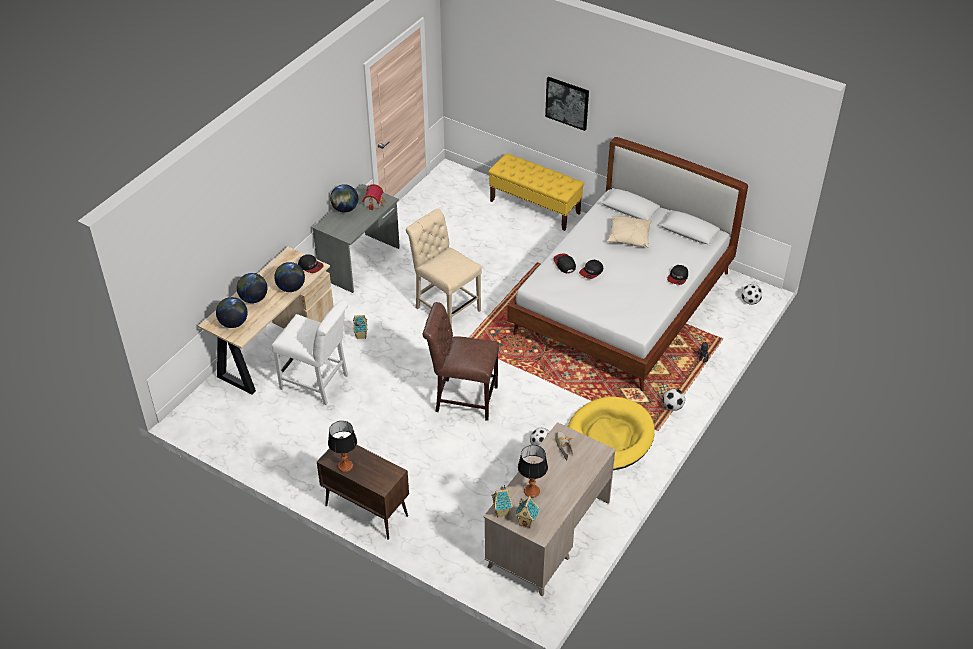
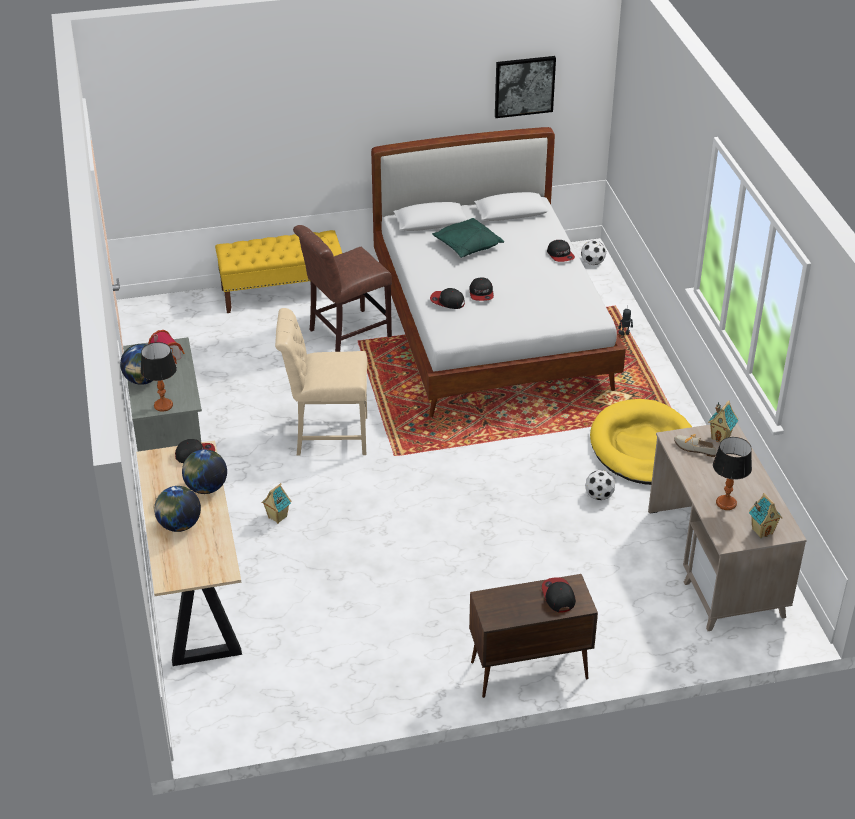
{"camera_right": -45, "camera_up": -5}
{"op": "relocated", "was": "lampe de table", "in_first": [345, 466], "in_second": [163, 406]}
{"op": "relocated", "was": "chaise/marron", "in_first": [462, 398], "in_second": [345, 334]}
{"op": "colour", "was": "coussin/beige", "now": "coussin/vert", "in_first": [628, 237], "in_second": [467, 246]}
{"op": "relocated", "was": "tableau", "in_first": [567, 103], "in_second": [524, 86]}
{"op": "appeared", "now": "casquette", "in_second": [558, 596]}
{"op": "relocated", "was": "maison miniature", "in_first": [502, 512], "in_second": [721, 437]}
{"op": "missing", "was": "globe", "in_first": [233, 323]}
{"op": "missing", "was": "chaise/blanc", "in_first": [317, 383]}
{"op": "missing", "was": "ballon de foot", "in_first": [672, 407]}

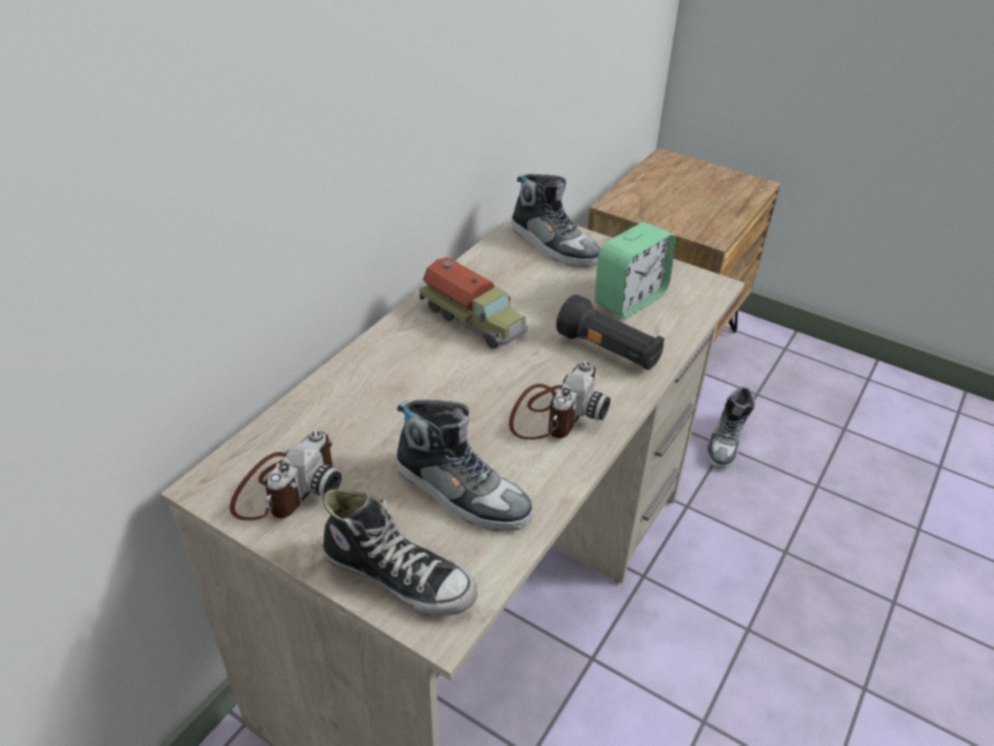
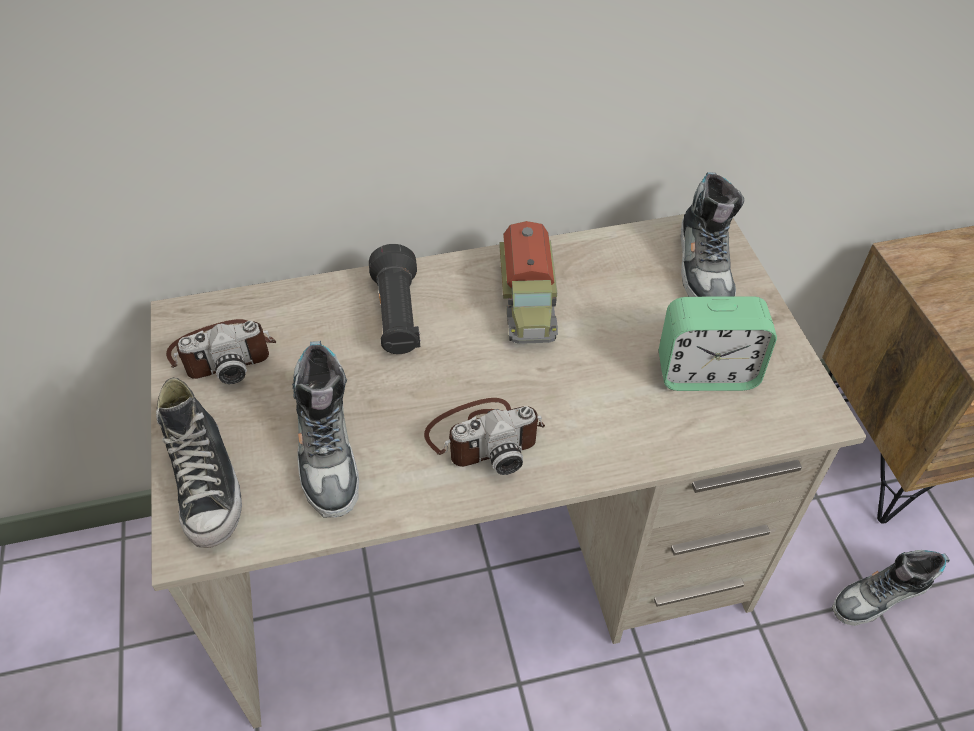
{"camera_right": 45, "camera_up": 10}
{"op": "relocated", "was": "lampe de poche/noir", "in_first": [608, 351], "in_second": [397, 317]}

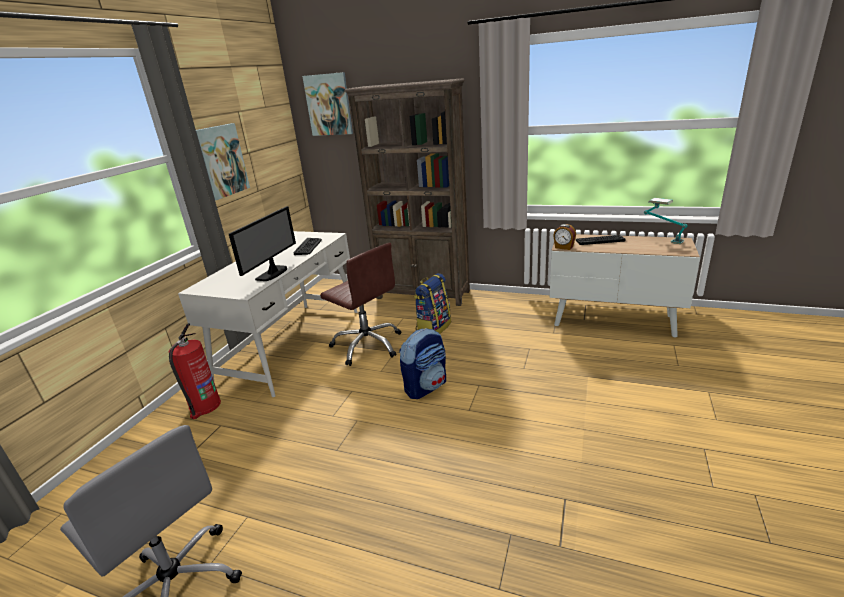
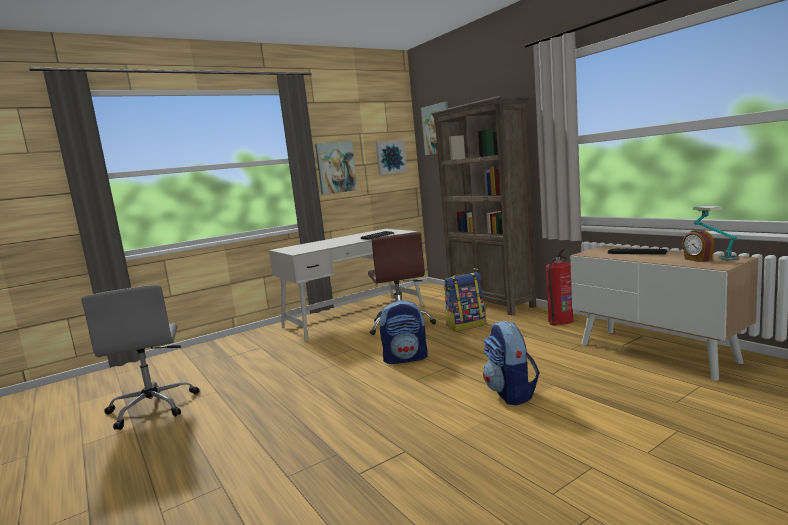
{"camera_right": 35, "camera_up": -15}
{"op": "appeared", "now": "tableau", "in_second": [390, 157]}
{"op": "appeared", "now": "sac à dos", "in_second": [511, 394]}
{"op": "relocated", "was": "extincteur", "in_first": [204, 406], "in_second": [560, 321]}
{"op": "relocated", "was": "réveil", "in_first": [564, 247], "in_second": [697, 259]}
{"op": "missing", "was": "écran d'ordinateur", "in_first": [273, 274]}

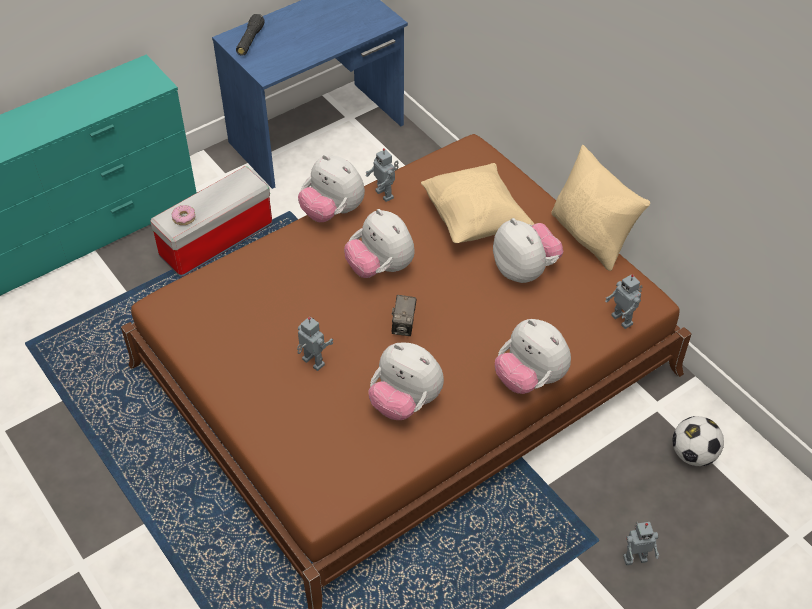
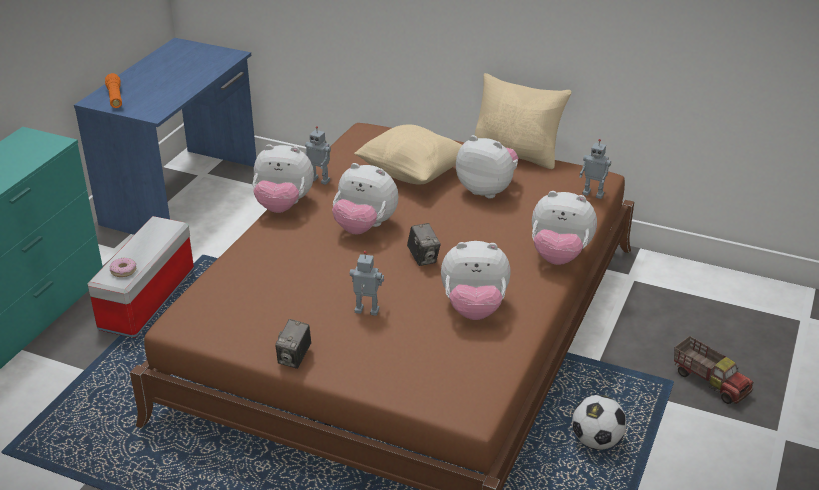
{"camera_right": -30, "camera_up": -15}
{"op": "colour", "was": "lampe de poche/noir", "now": "lampe de poche/orange", "in_first": [250, 41], "in_second": [115, 98]}
{"op": "appeared", "now": "appareil photo", "in_second": [294, 358]}
{"op": "relocated", "was": "ballon de foot", "in_first": [693, 454], "in_second": [596, 441]}
{"op": "exchanged", "was": "robot jouet", "now": "camion jouet", "in_first": [634, 557], "in_second": [710, 381]}

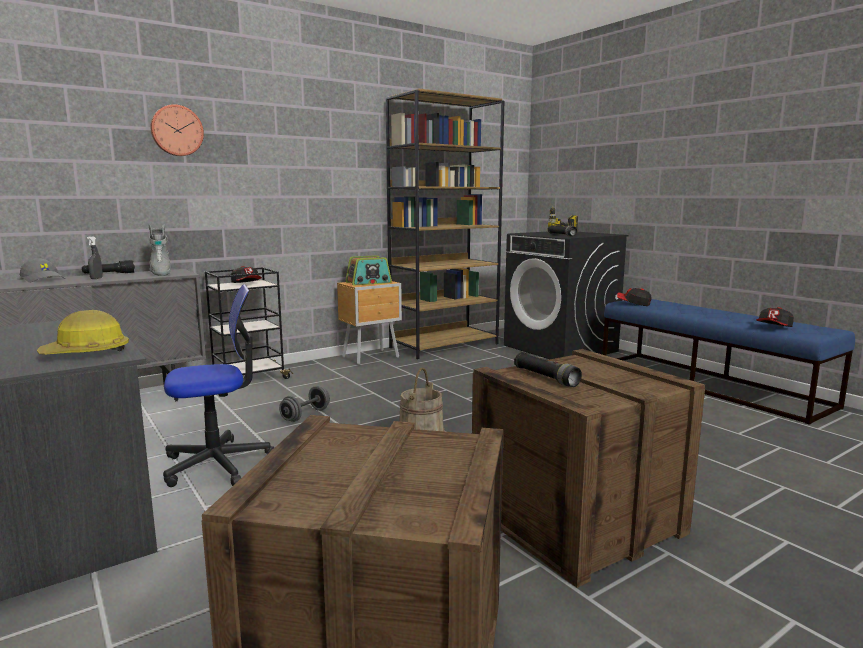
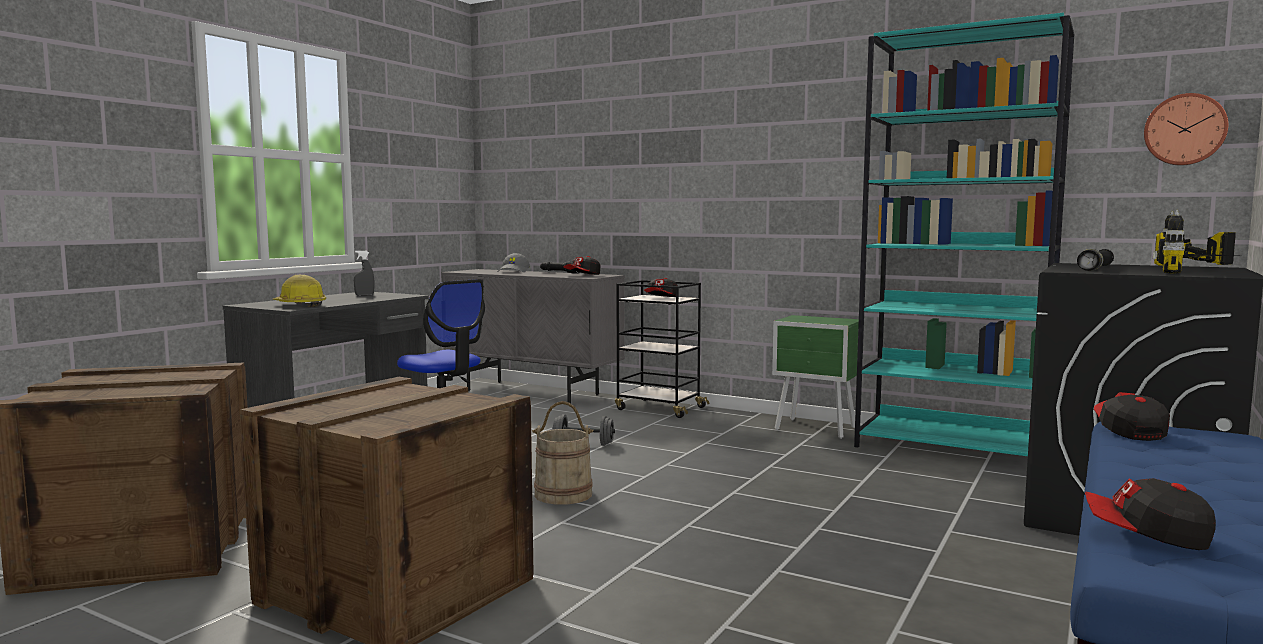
{"camera_right": 65, "camera_up": -5}
{"op": "relocated", "was": "vaporisateur/gris", "in_first": [96, 278], "in_second": [364, 295]}
{"op": "exchanged", "was": "botte/gris", "now": "casquette", "in_first": [160, 273], "in_second": [583, 275]}
{"op": "colour", "was": "table de chevet/marron", "now": "table de chevet/vert", "in_first": [372, 357], "in_second": [816, 429]}
{"op": "colour", "was": "bibliothèque/marron", "now": "bibliothèque/turquoise", "in_first": [444, 345], "in_second": [951, 448]}
{"op": "relocated", "was": "horloge murale", "in_first": [176, 130], "in_second": [1184, 130]}
{"op": "appeared", "now": "perceuse", "in_second": [1197, 273]}
{"op": "missing", "was": "radio", "in_first": [368, 282]}
{"op": "missing", "was": "lampe de poche/noir", "in_first": [546, 378]}

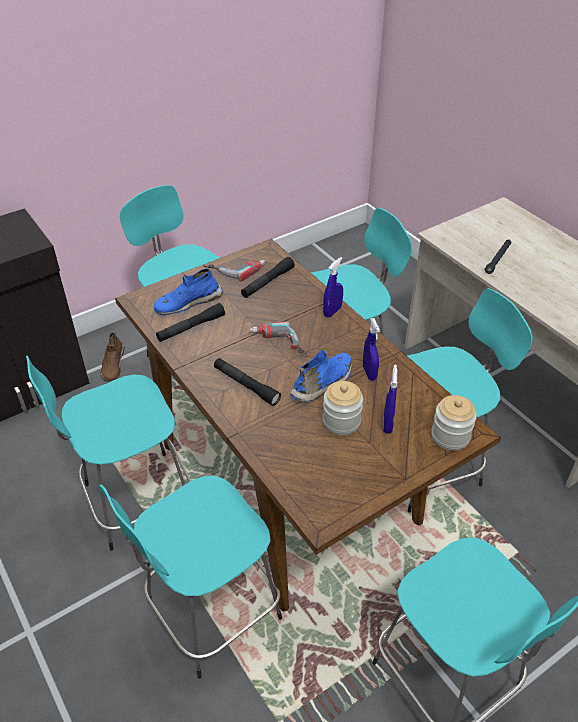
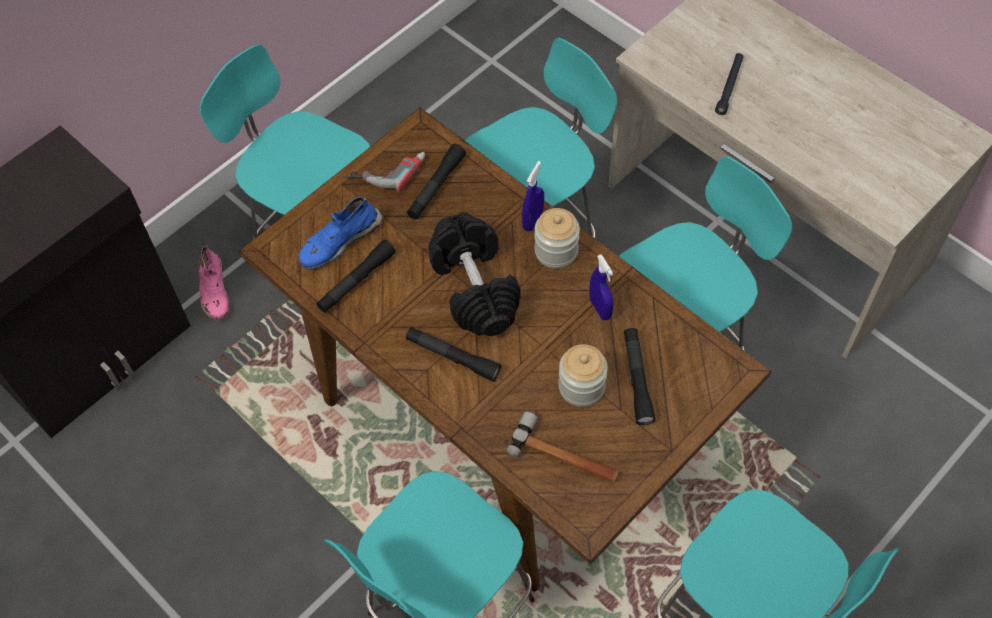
{"camera_right": -10, "camera_up": 15}
{"op": "colour", "was": "chaussure/marron", "now": "chaussure/rose", "in_first": [113, 365], "in_second": [214, 290]}
{"op": "exchanged", "was": "perceuse", "now": "haltère/noir", "in_first": [277, 345], "in_second": [475, 288]}
{"op": "appeared", "now": "marteau", "in_second": [565, 456]}
{"op": "relocated", "was": "bocal", "in_first": [450, 436], "in_second": [556, 251]}
{"op": "exchanged", "was": "vaporisateur/bleu", "now": "lampe de poche/noir", "in_first": [387, 424], "in_second": [637, 379]}
{"op": "missing", "was": "tabouret/turquoise", "in_first": [135, 501]}
{"op": "missing", "was": "chaussure/bleu", "in_first": [323, 383]}

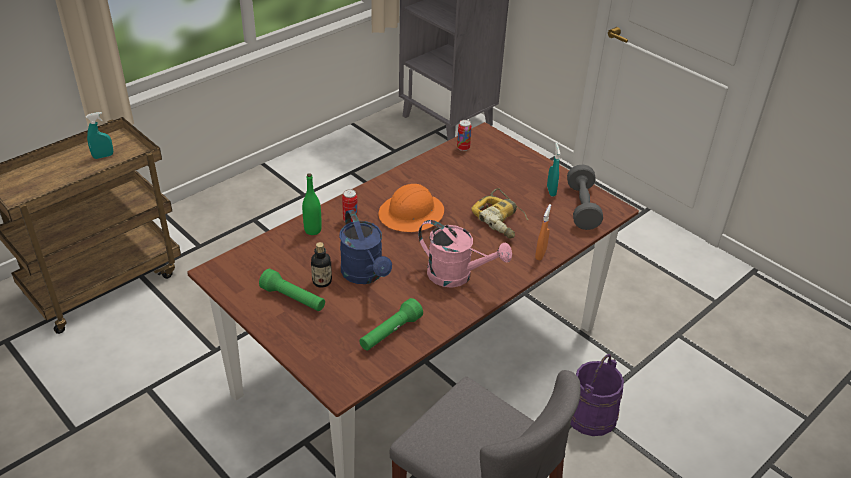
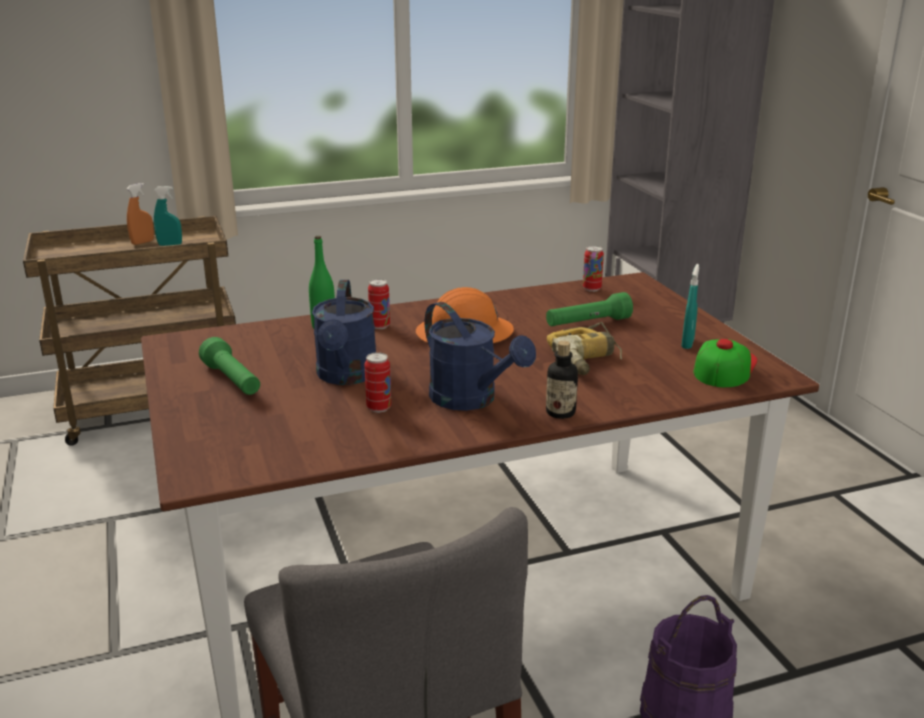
{"camera_right": 25, "camera_up": -15}
{"op": "relocated", "was": "vaporisateur/orange", "in_first": [540, 254], "in_second": [142, 242]}
{"op": "appeared", "now": "boîte métallique", "in_second": [379, 408]}
{"op": "colour", "was": "arrosoir/rose", "now": "arrosoir/bleu", "in_first": [457, 276], "in_second": [471, 400]}
{"op": "relocated", "was": "lampe de poche/vert", "in_first": [390, 333], "in_second": [587, 323]}
{"op": "relocated", "was": "bouteille", "in_first": [322, 282], "in_second": [560, 412]}
{"op": "exchanged", "was": "haltère/gris", "now": "casquette", "in_first": [582, 207], "in_second": [724, 366]}

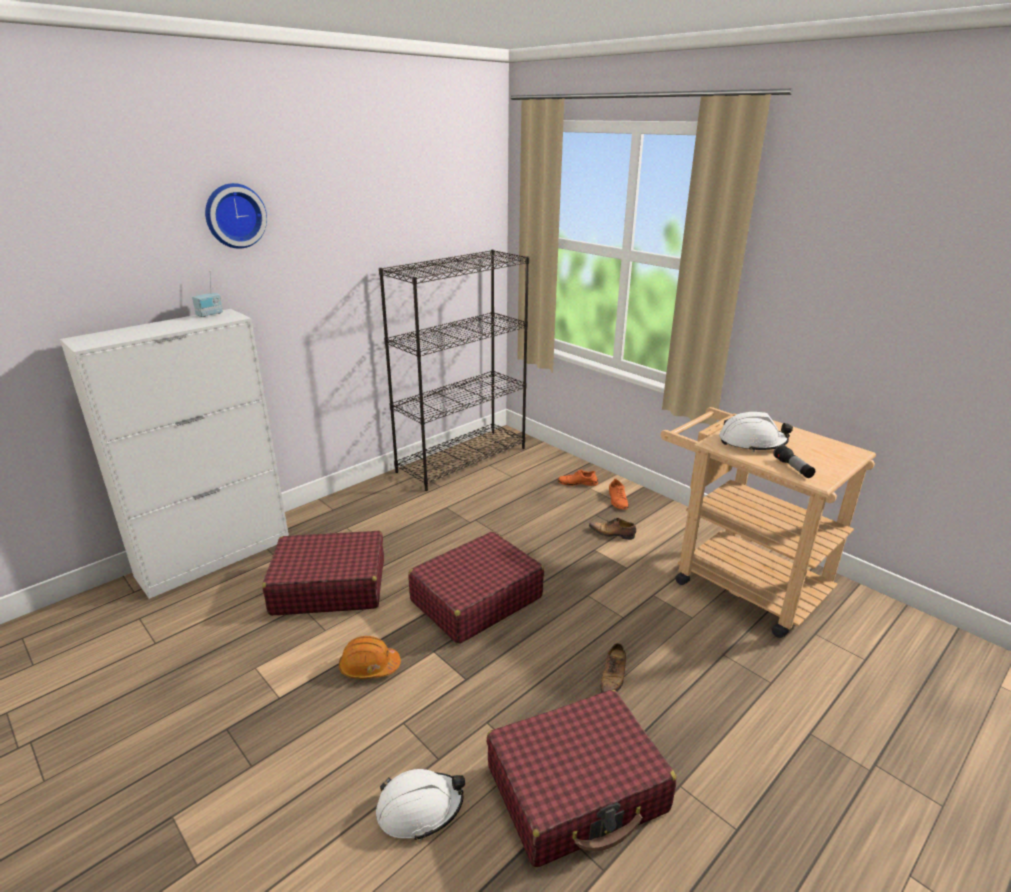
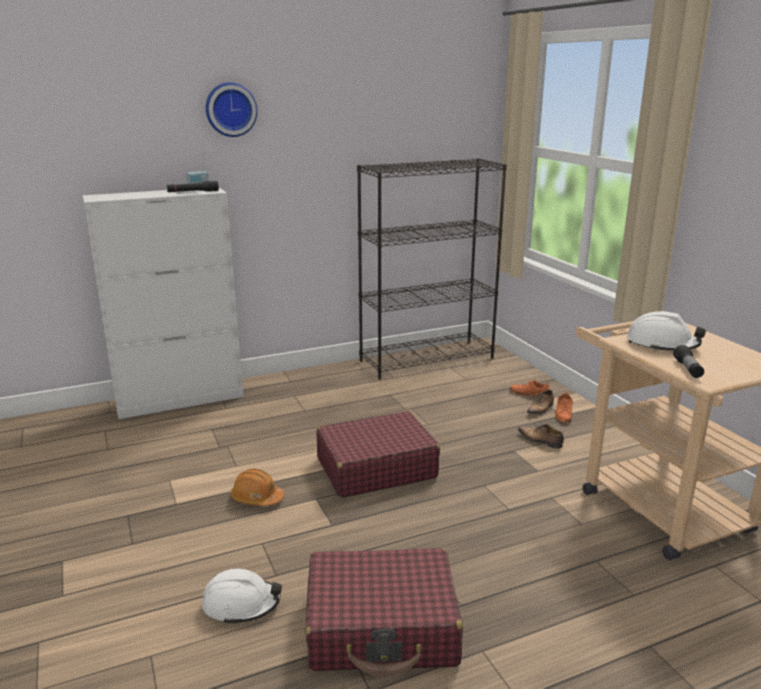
{"camera_right": 20, "camera_up": -5}
{"op": "appeared", "now": "lampe de poche/noir", "in_second": [193, 192]}
{"op": "relocated", "was": "chaussure", "in_first": [613, 676], "in_second": [540, 409]}
{"op": "missing", "was": "valise/rouge", "in_first": [329, 586]}

